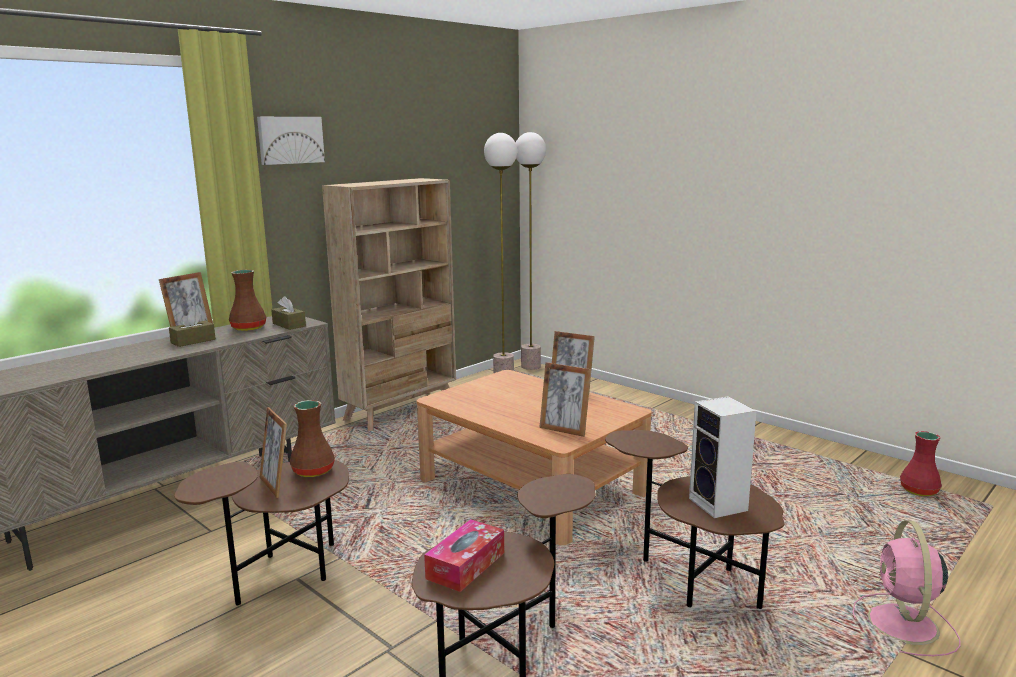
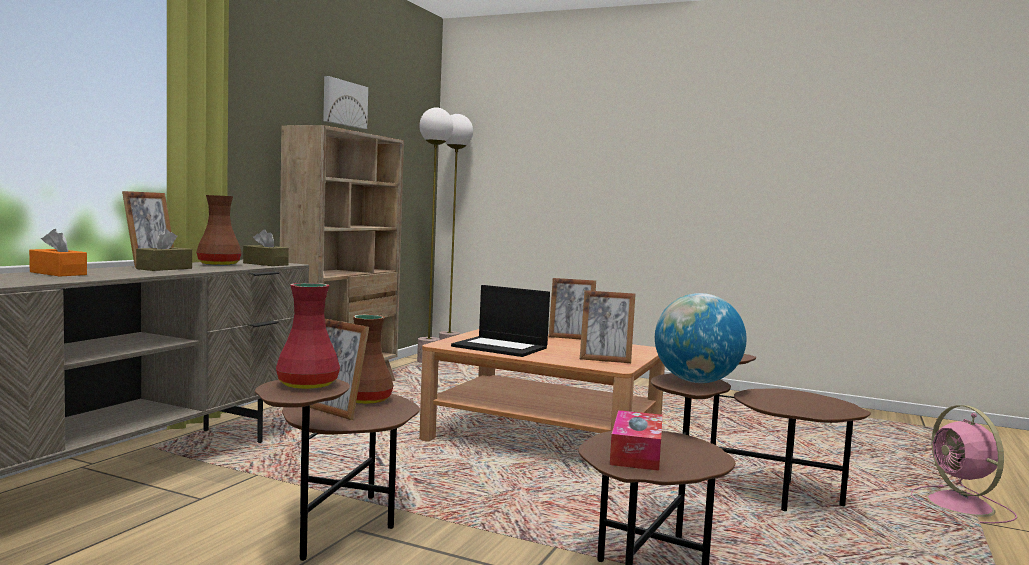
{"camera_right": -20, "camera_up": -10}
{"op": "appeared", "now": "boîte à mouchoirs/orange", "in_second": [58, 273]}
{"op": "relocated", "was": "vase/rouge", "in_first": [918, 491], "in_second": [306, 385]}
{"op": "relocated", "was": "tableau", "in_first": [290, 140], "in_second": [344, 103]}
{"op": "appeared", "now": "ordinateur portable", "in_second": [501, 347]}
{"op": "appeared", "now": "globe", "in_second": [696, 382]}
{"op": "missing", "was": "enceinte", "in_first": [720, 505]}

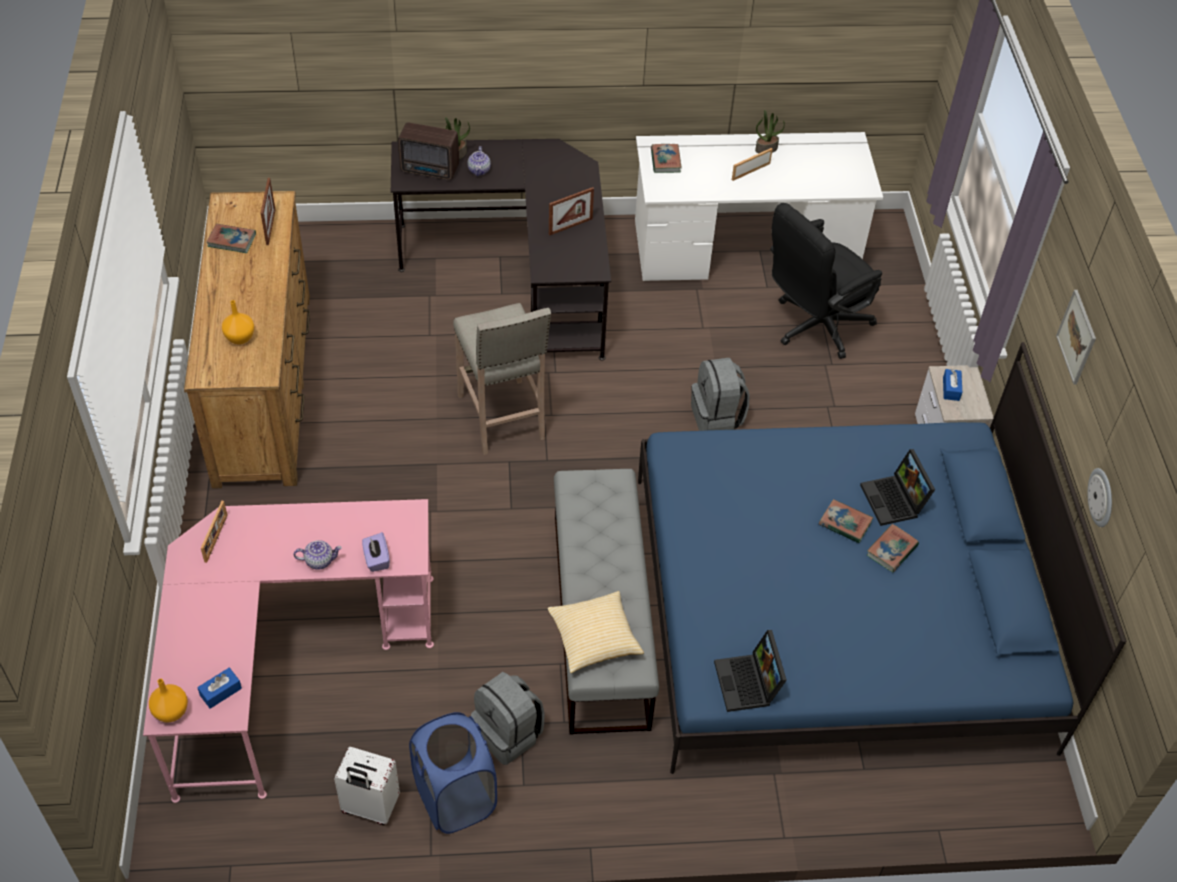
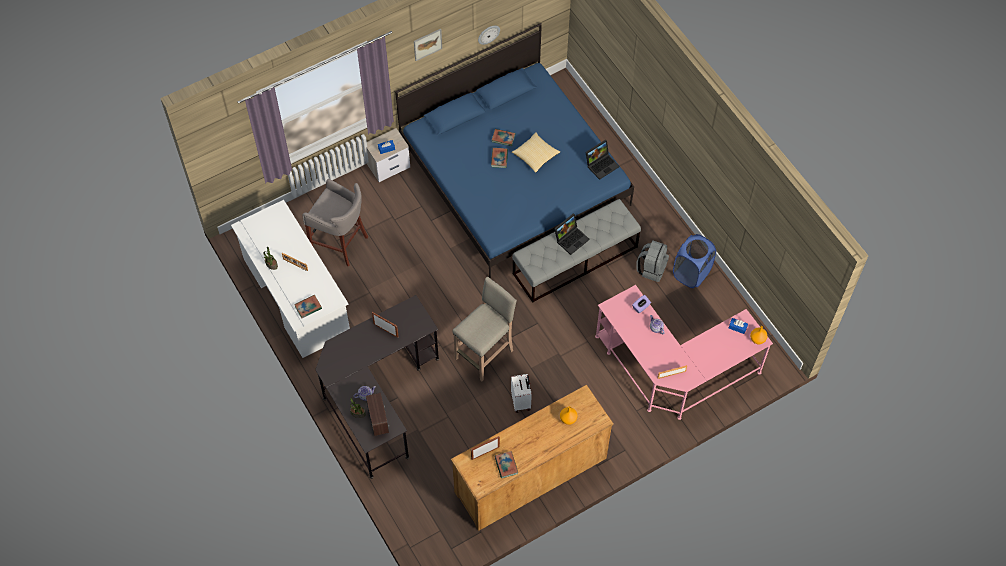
{"camera_right": -115, "camera_up": 10}
{"op": "exchanged", "was": "chaise de bureau/noir", "now": "tabouret/gris", "in_first": [814, 327], "in_second": [341, 243]}
{"op": "relocated", "was": "valise/blanc", "in_first": [369, 807], "in_second": [521, 401]}
{"op": "relocated", "was": "coussin", "in_first": [594, 639], "in_second": [535, 156]}
{"op": "relocated", "was": "ordinateur portable", "in_first": [895, 501], "in_second": [571, 238]}
{"op": "missing", "was": "sac à dos/gris", "in_first": [717, 417]}

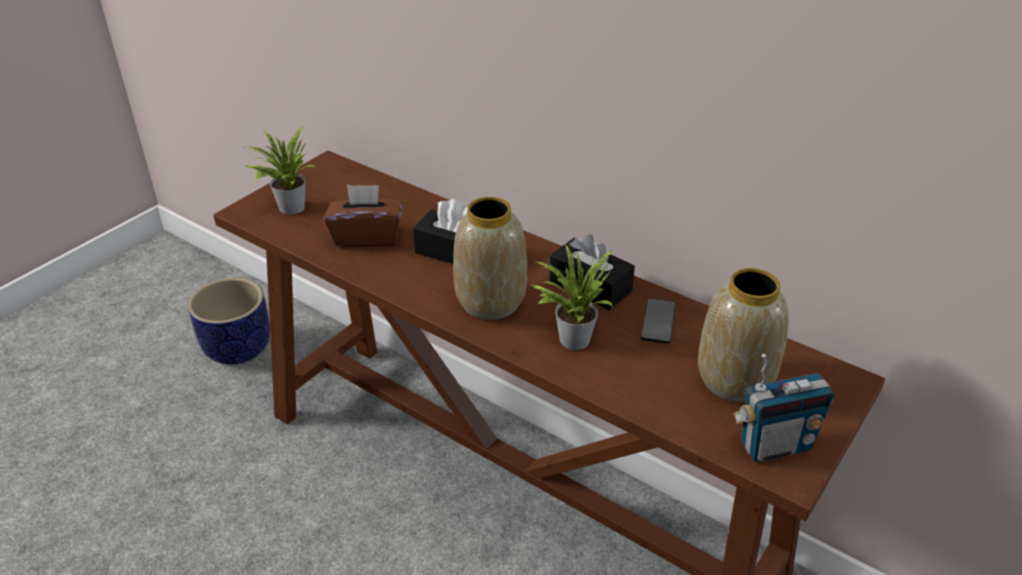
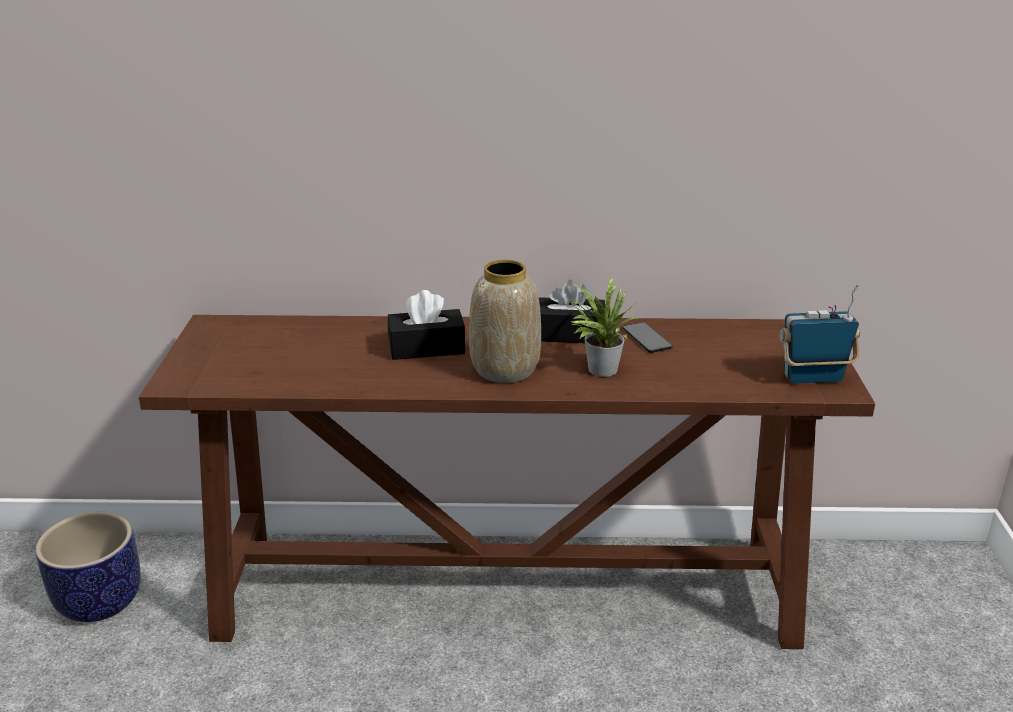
{"camera_right": -35, "camera_up": -10}
{"op": "spun", "was": "radio", "in_first": [774, 445], "in_second": [812, 378], "clockwise": -135}
{"op": "missing", "was": "plante en pot", "in_first": [288, 207]}
{"op": "missing", "was": "boîte à mouchoirs/marron", "in_first": [367, 237]}
{"op": "missing", "was": "vase", "in_first": [734, 381]}

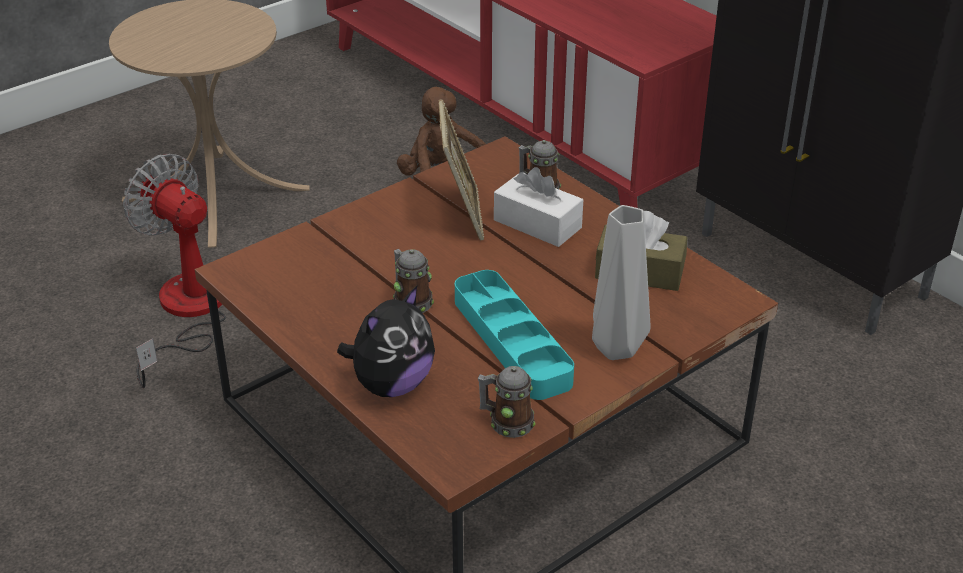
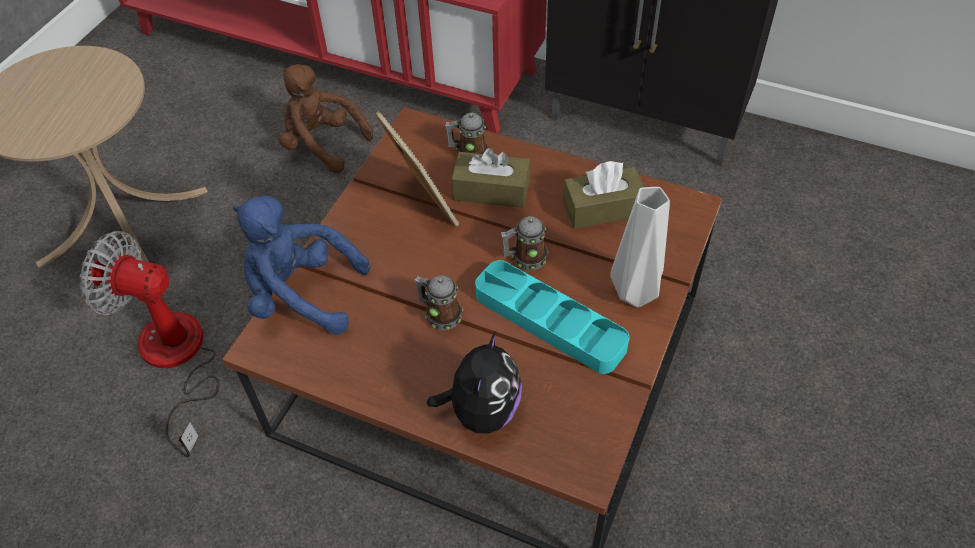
{"camera_right": -25, "camera_up": 15}
{"op": "appeared", "now": "peluche/bleu", "in_second": [301, 295]}
{"op": "colour", "was": "boîte à mouchoirs/blanc", "now": "boîte à mouchoirs/marron", "in_first": [537, 224], "in_second": [491, 190]}
{"op": "relocated", "was": "mug", "in_first": [506, 422], "in_second": [525, 258]}

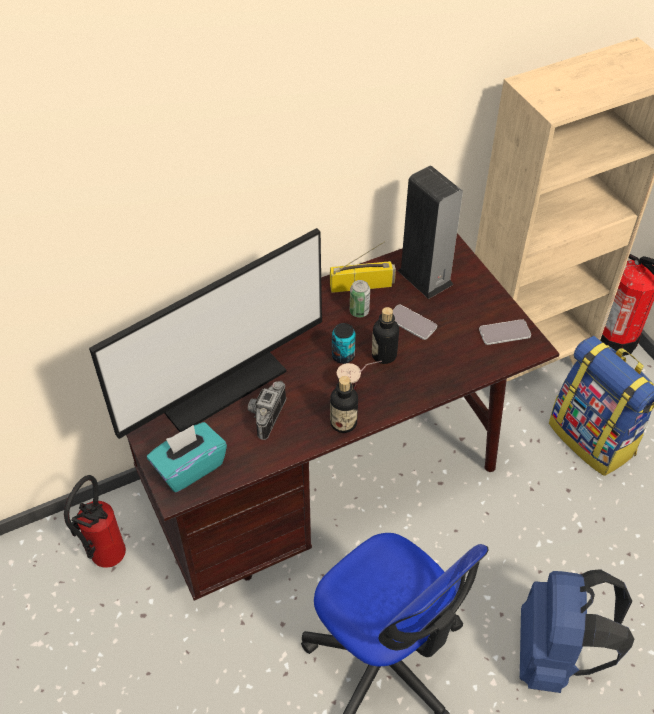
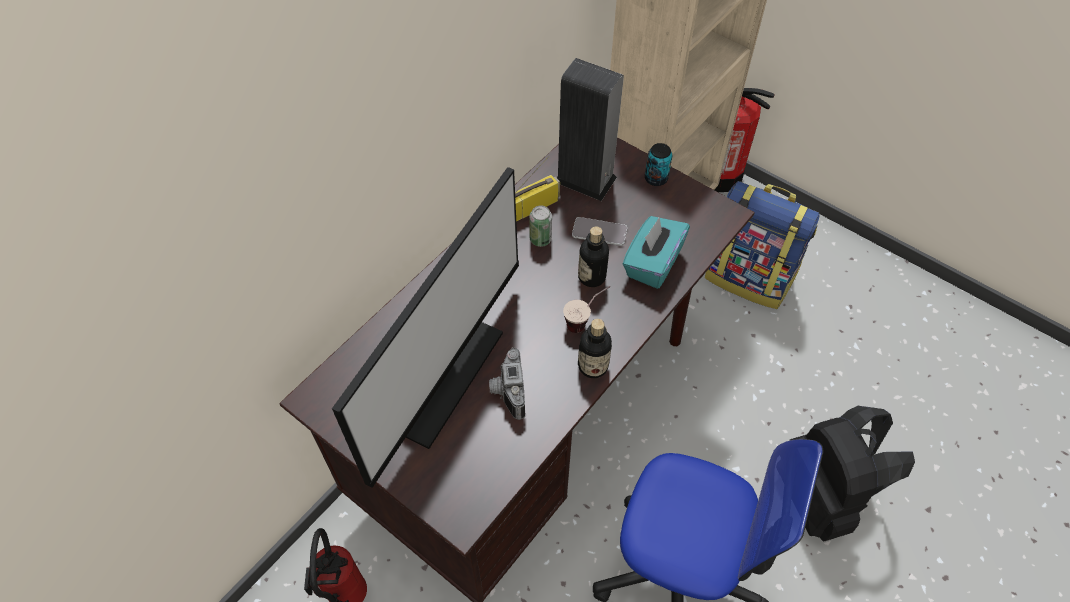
{"camera_right": -25, "camera_up": 5}
{"op": "relocated", "was": "boîte à mouchoirs/turquoise", "in_first": [189, 467], "in_second": [652, 263]}
{"op": "relocated", "was": "boîte métallique", "in_first": [343, 356], "in_second": [656, 178]}
{"op": "colour", "was": "sac à dos/bleu", "now": "sac à dos/noir", "in_first": [555, 655], "in_second": [821, 497]}
{"op": "missing", "was": "téléphone", "in_first": [504, 333]}

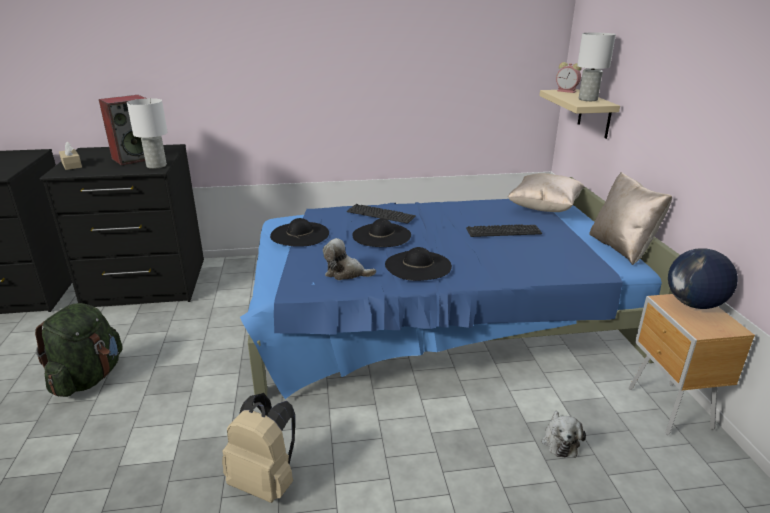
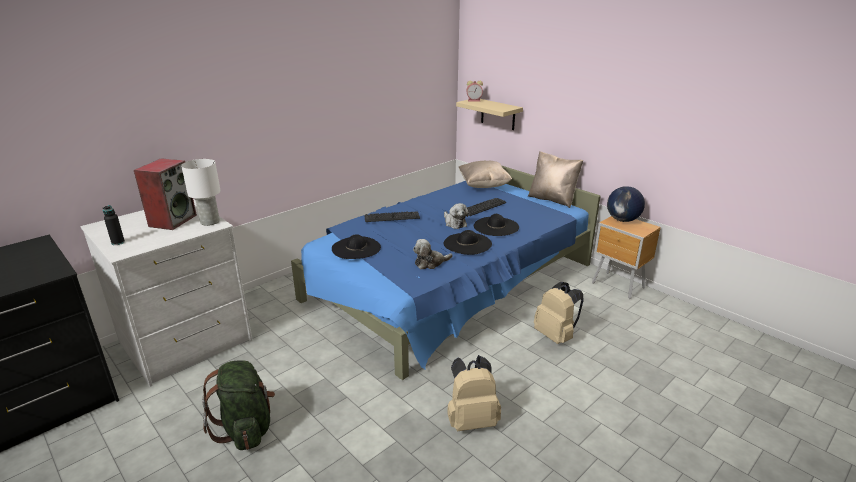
{"camera_right": -35, "camera_up": 0}
{"op": "colour", "was": "commode/noir", "now": "commode/blanc", "in_first": [146, 283], "in_second": [186, 342]}
{"op": "exchanged", "was": "boîte à mouchoirs/beige", "now": "bouteille/noir", "in_first": [71, 165], "in_second": [118, 242]}
{"op": "relocated", "was": "peluche", "in_first": [560, 441], "in_second": [454, 223]}
{"op": "relocated", "was": "chapeau/noir", "in_first": [381, 235], "in_second": [496, 226]}
{"op": "appeared", "now": "sac à dos/beige", "in_second": [556, 336]}
{"op": "missing", "was": "lampe de table/blanc", "in_first": [587, 99]}

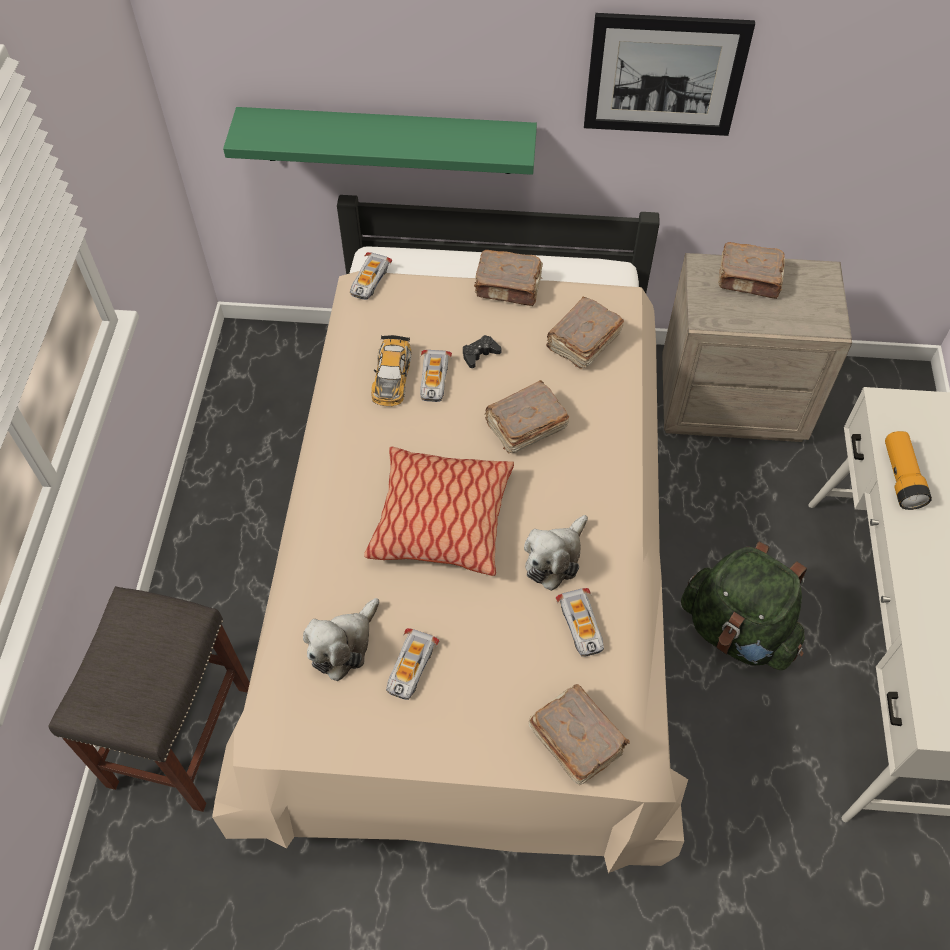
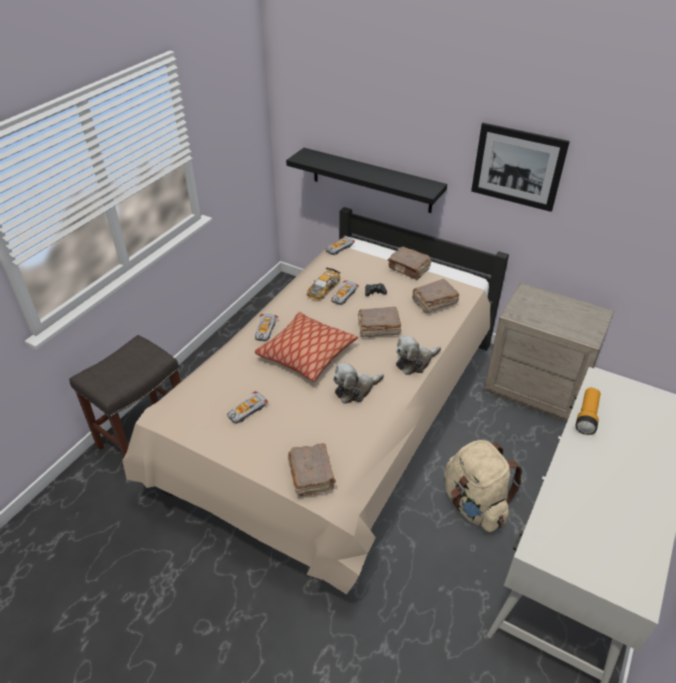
{"camera_right": 25, "camera_up": -15}
{"op": "relocated", "was": "petite voiture", "in_first": [581, 625], "in_second": [265, 330]}
{"op": "colour", "was": "étagère/vert", "now": "étagère/noir", "in_first": [387, 140], "in_second": [371, 180]}
{"op": "relocated", "was": "peluche", "in_first": [343, 645], "in_second": [415, 362]}
{"op": "colour", "was": "sac à dos/vert", "now": "sac à dos/beige", "in_first": [737, 631], "in_second": [474, 504]}
{"op": "missing", "was": "livre/marron", "in_first": [749, 279]}

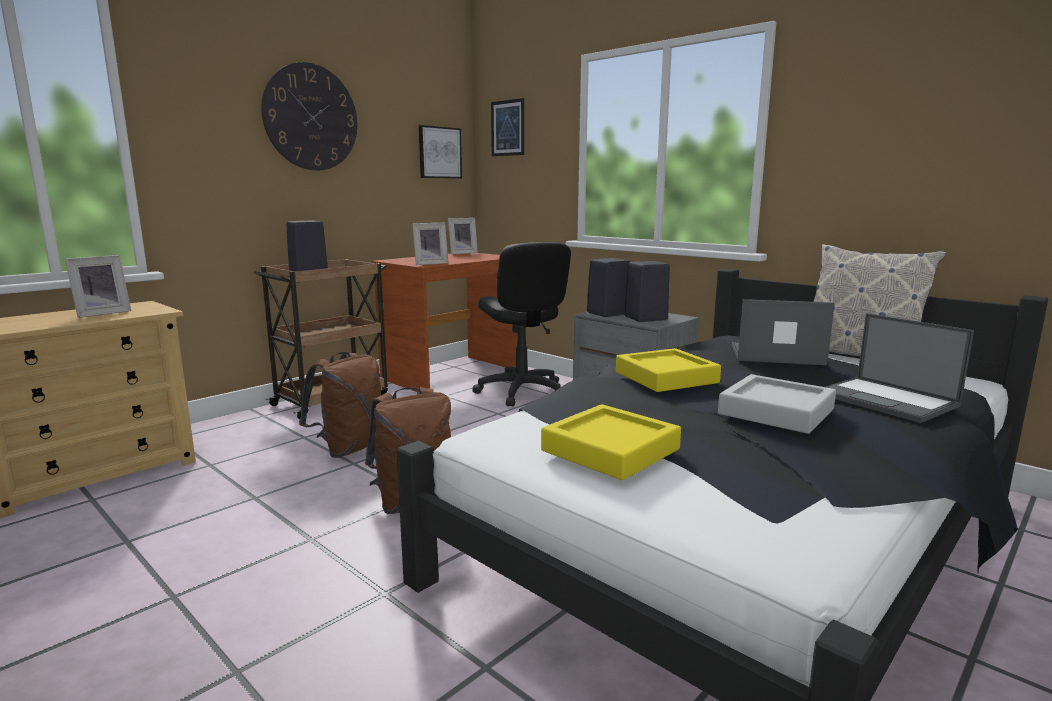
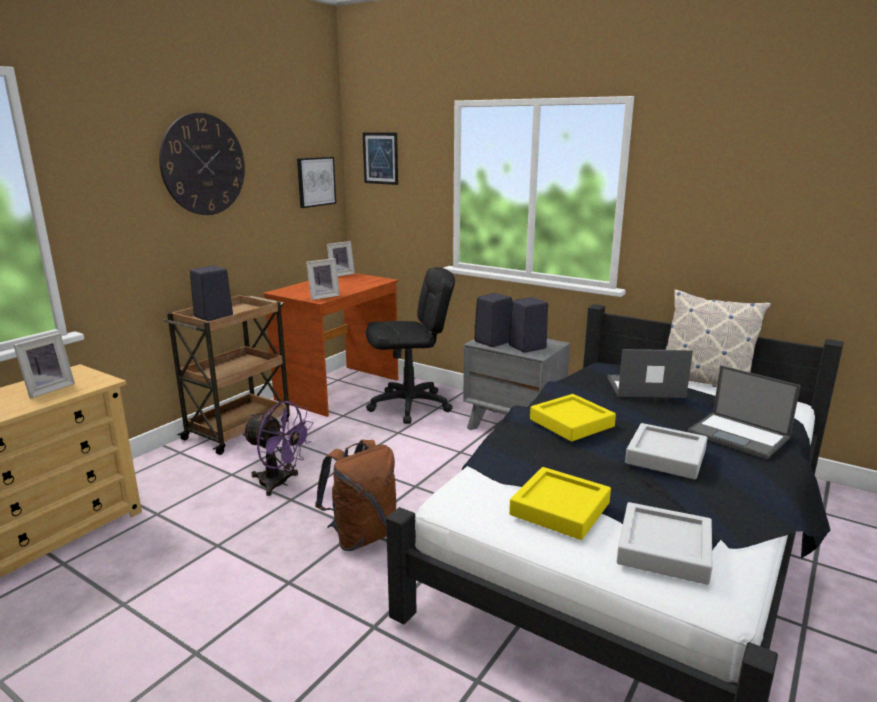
{"camera_right": -10, "camera_up": 5}
{"op": "exchanged", "was": "sac à dos/marron", "now": "ventilateur/violet", "in_first": [349, 448], "in_second": [280, 483]}
{"op": "spun", "was": "chaise de bureau/noir", "in_first": [521, 391], "in_second": [410, 406], "clockwise": -75}
{"op": "appeared", "now": "plateau/gris", "in_second": [664, 549]}

